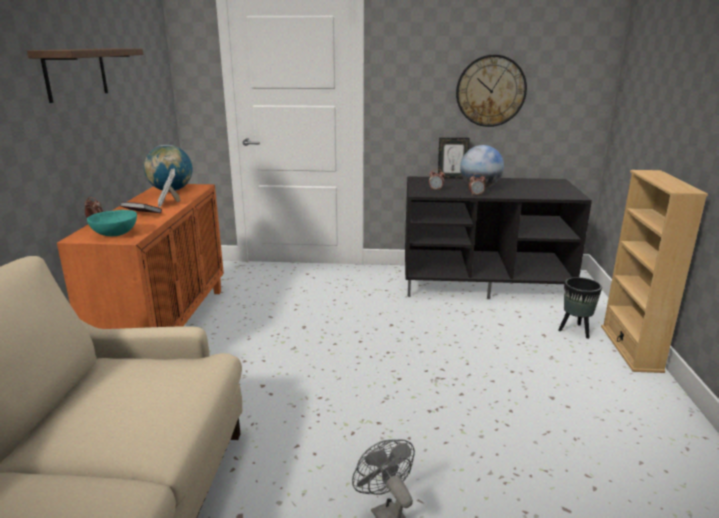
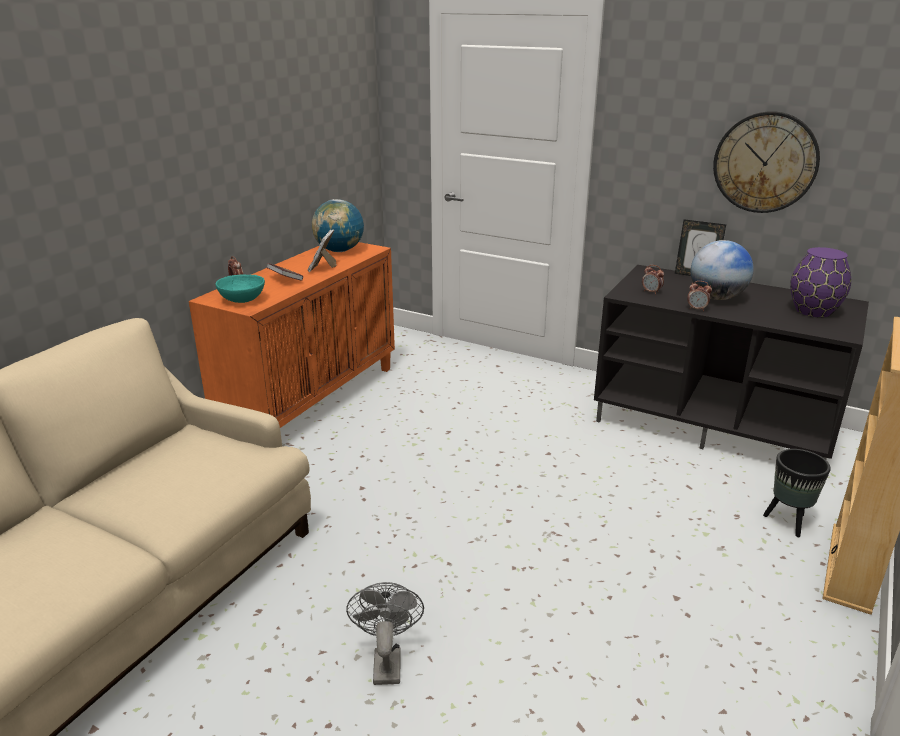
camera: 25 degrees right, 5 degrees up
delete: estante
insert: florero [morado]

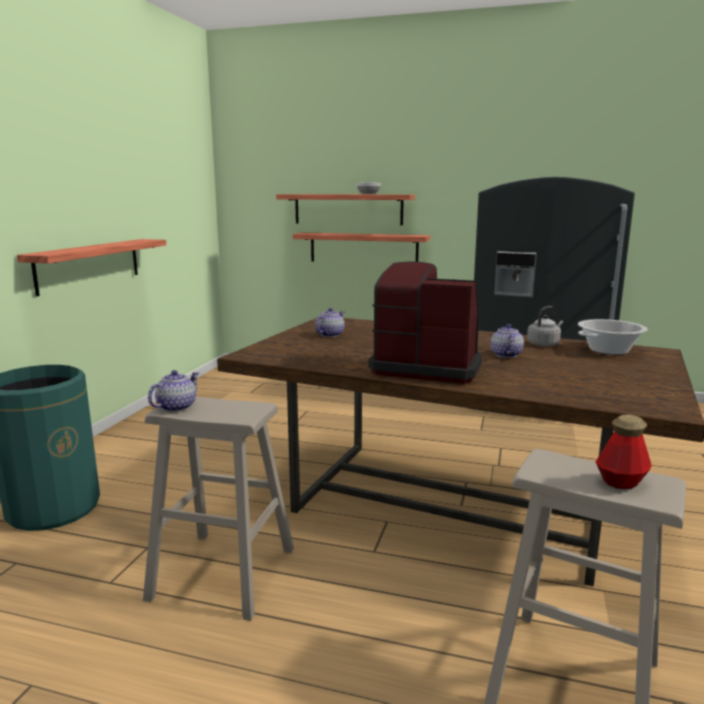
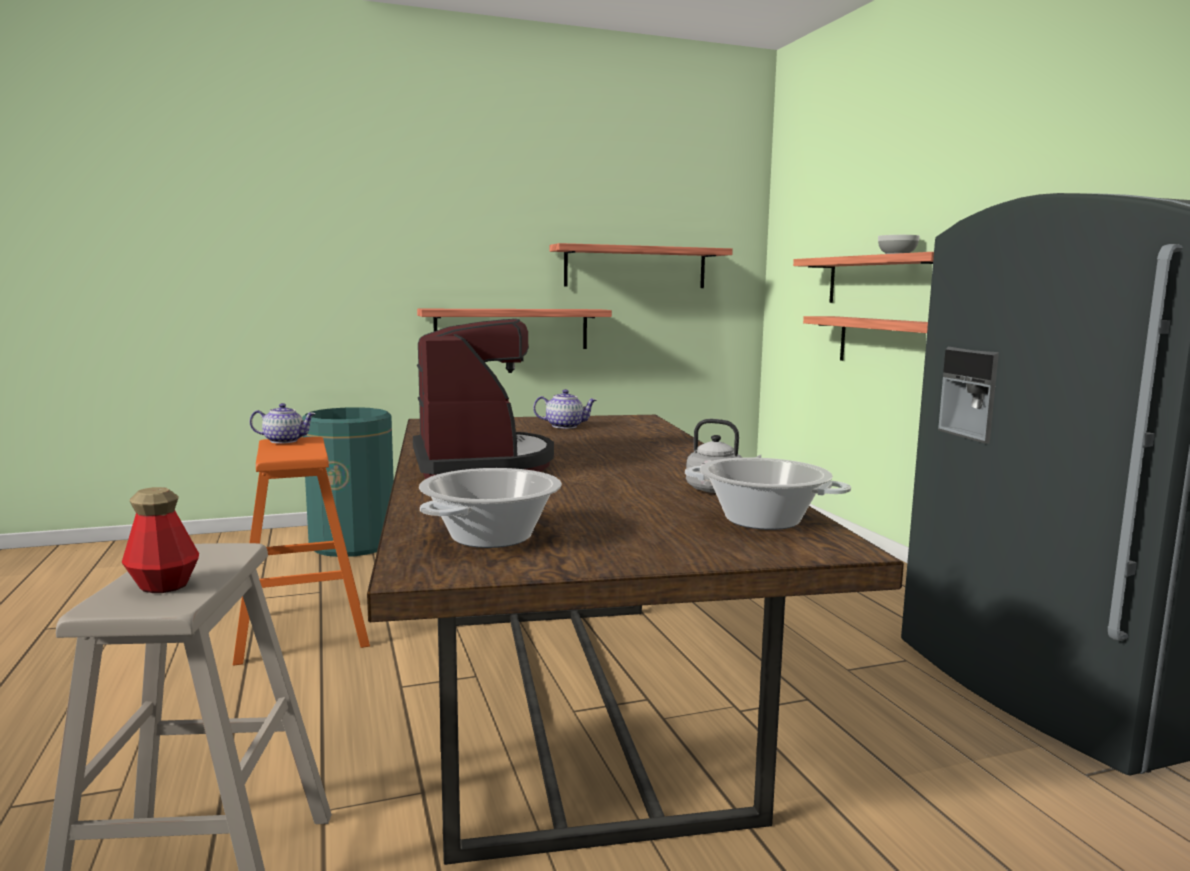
camera: 55 degrees right, 5 degrees down
delete: tetera (3rd from left)
insert: olla (1st from left); estante (2nd from left)
recolor: taburete [beis] (1st from left) to taburete [naranja]

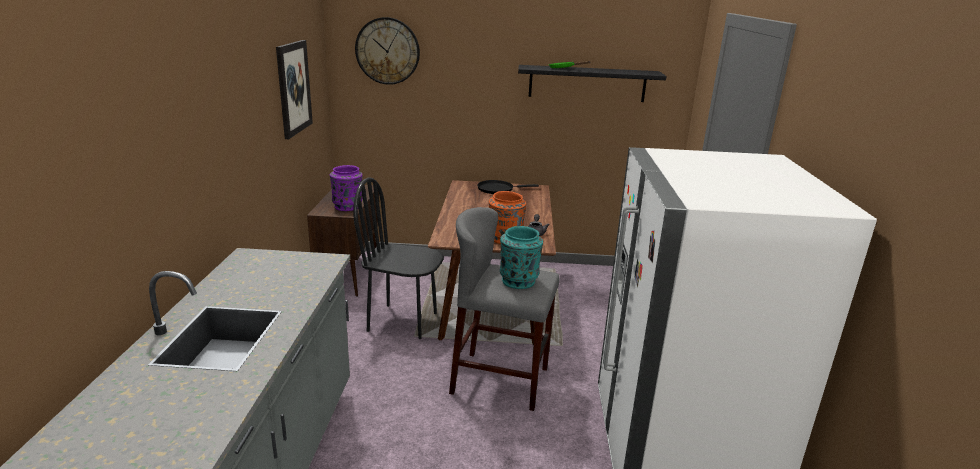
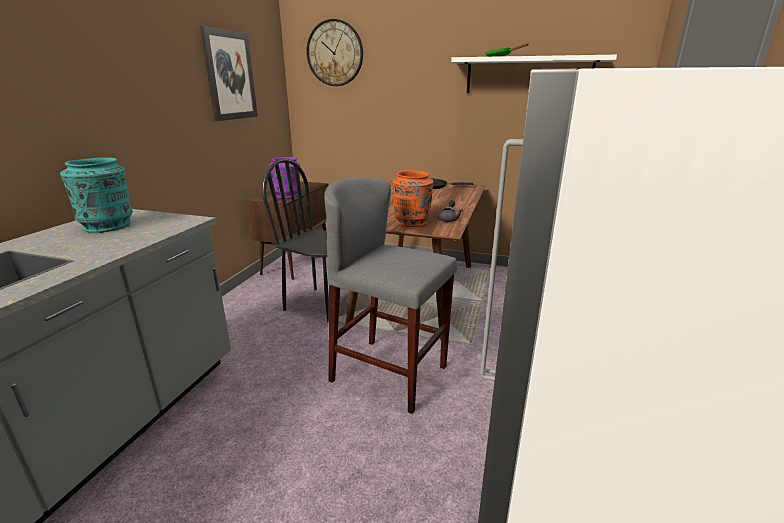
camera: 15 degrees right, 0 degrees up
move: florero [turquesa]
recolor: estante [negro] to estante [blanco]

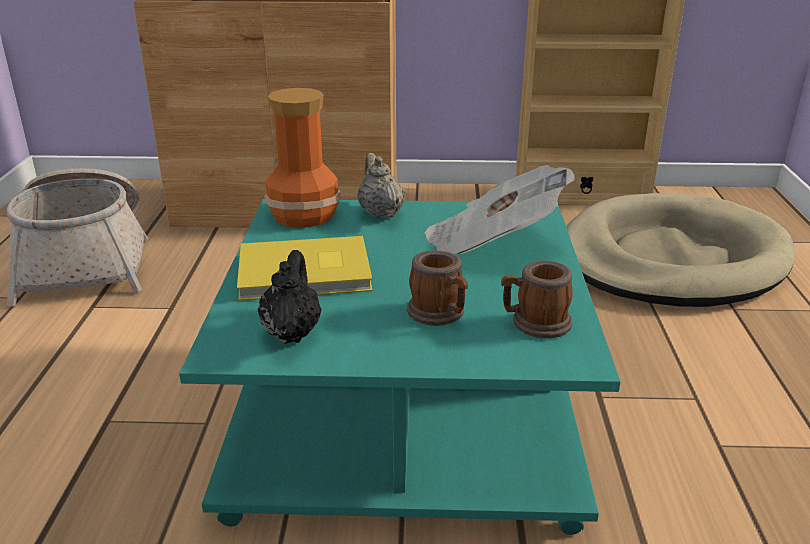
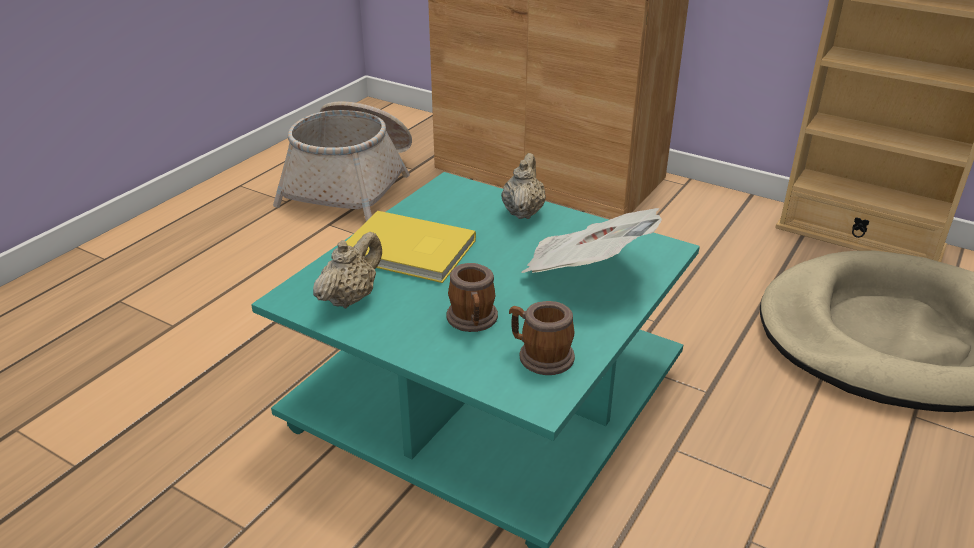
camera: 30 degrees right, 5 degrees up
delete: florero
recolor: tetera [negro] to tetera [beis] (1st from left)

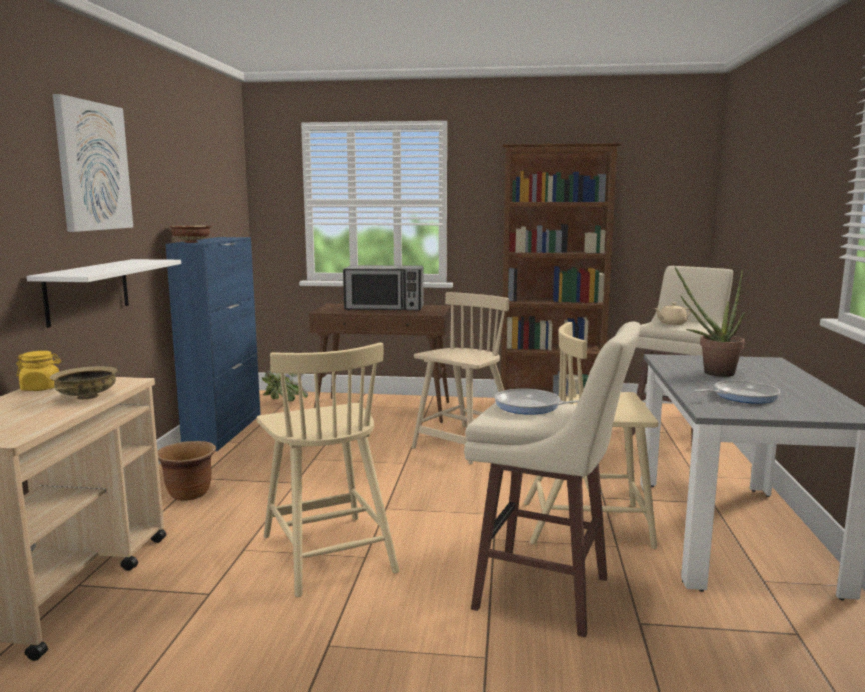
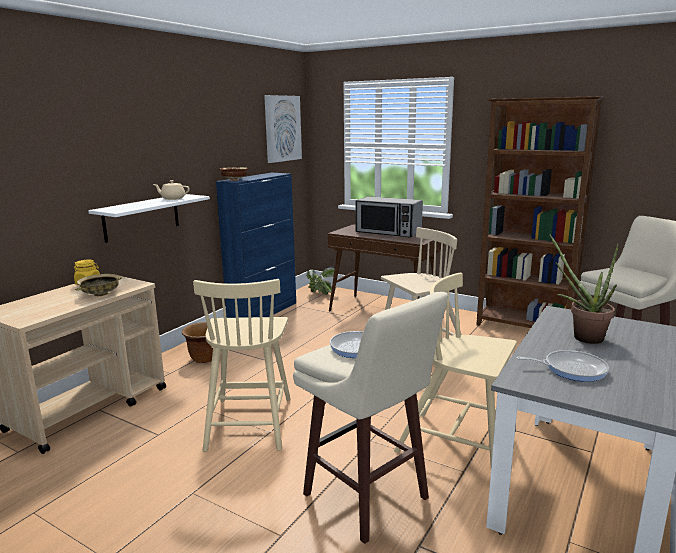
camera: 25 degrees right, 5 degrees up
move: tetera [beis]; cuadro

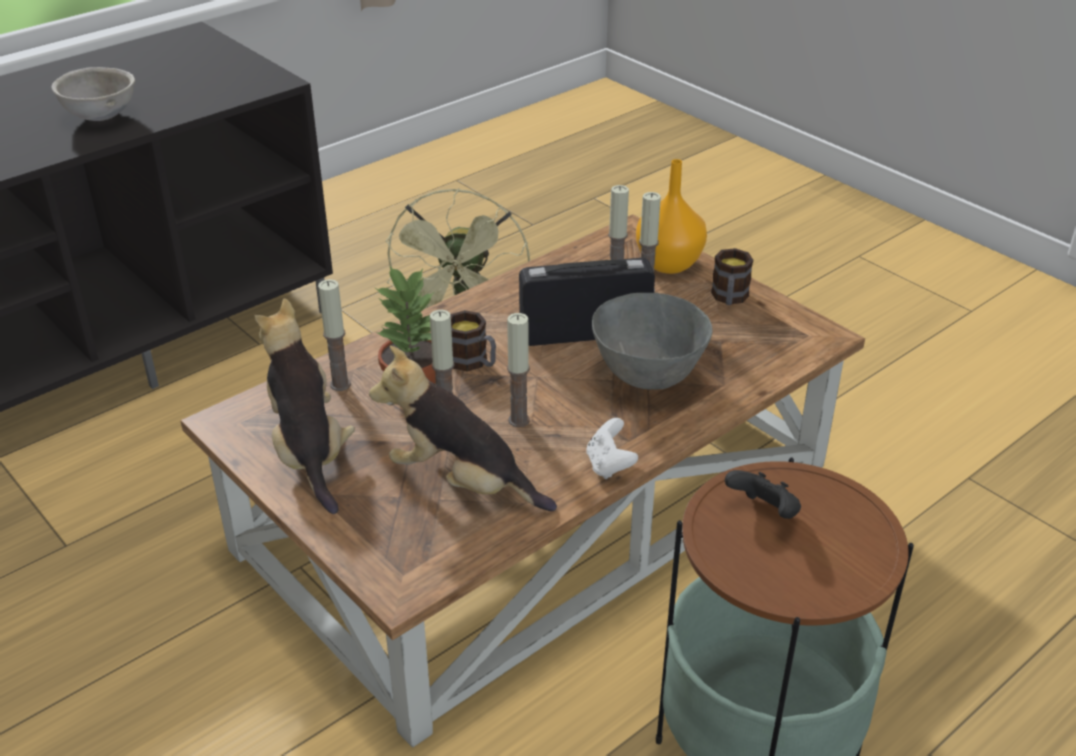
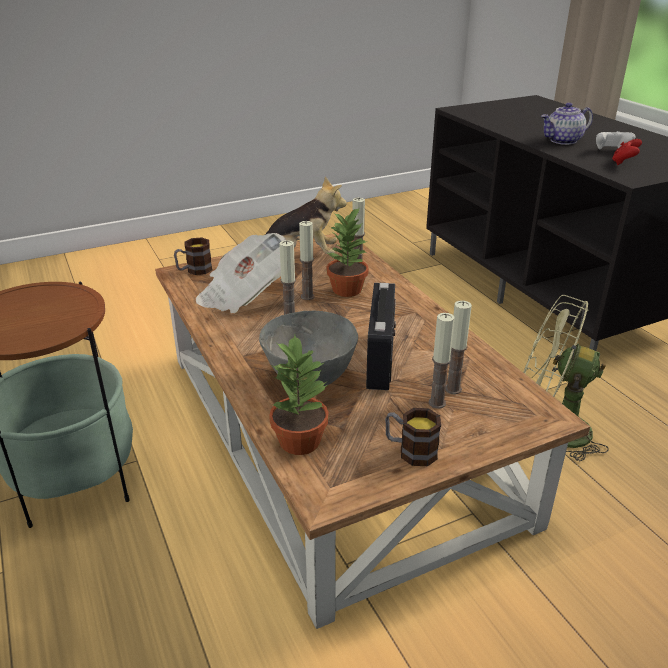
camera: 105 degrees right, 5 degrees down
delete: florero [naranja]; mando de consola [negro]
insert: planta en maceta (1st from left); mando de consola [rojo]
move: taza grande (1st from left); mando de consola [blanco]
replace: peluche (2nd from left) to periódico; cuenco [gris] (1st from left) to tetera

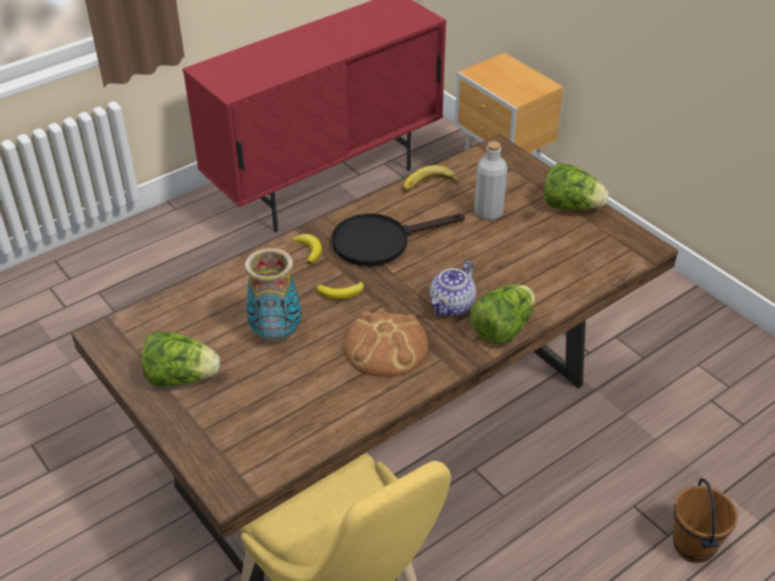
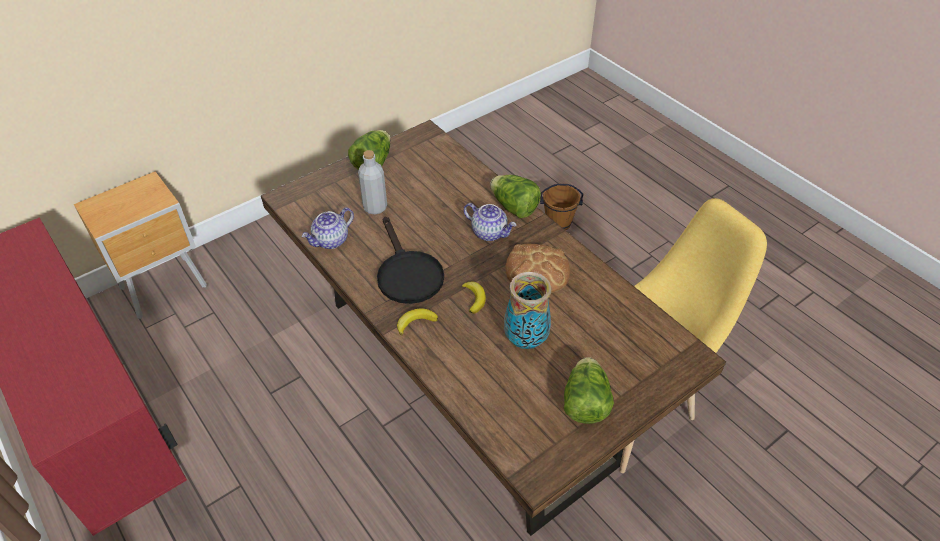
camera: 90 degrees left, 5 degrees up
replace: plátano (3rd from left) to tetera (1st from left)

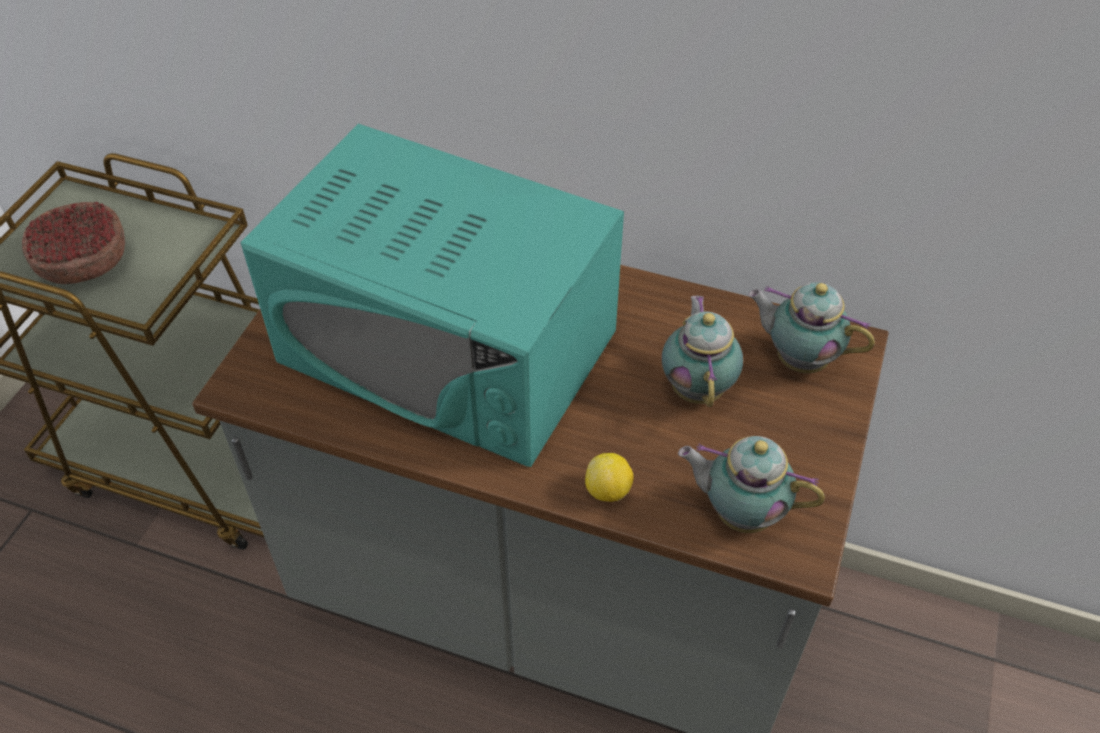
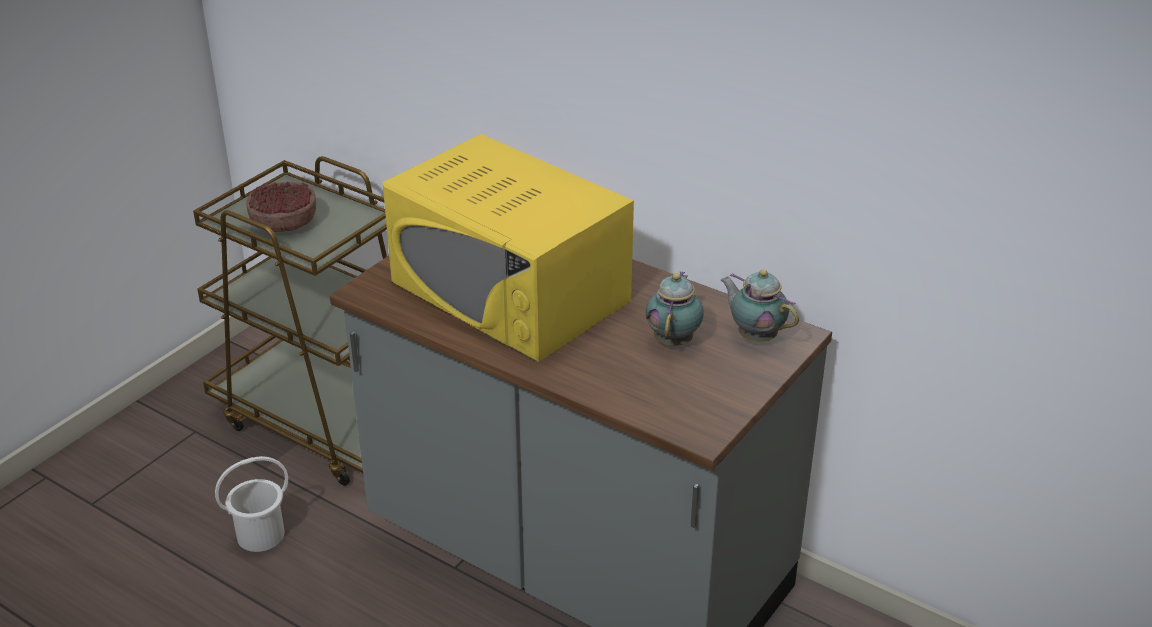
camera: 15 degrees right, 15 degrees down
delete: limón; tetera (2nd from left)
insert: cubo [blanco]
recolor: microondas [turquesa] to microondas [amarillo]

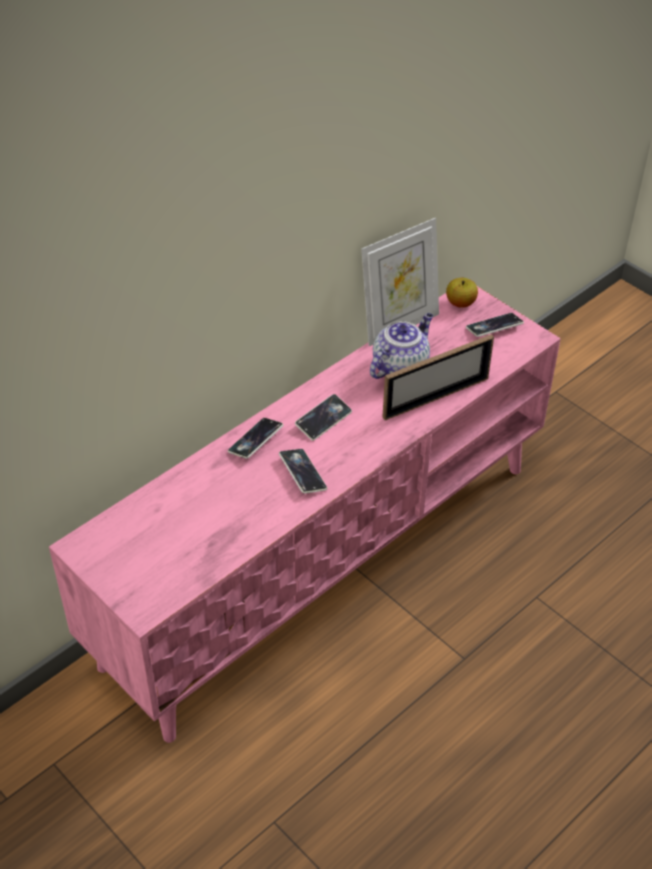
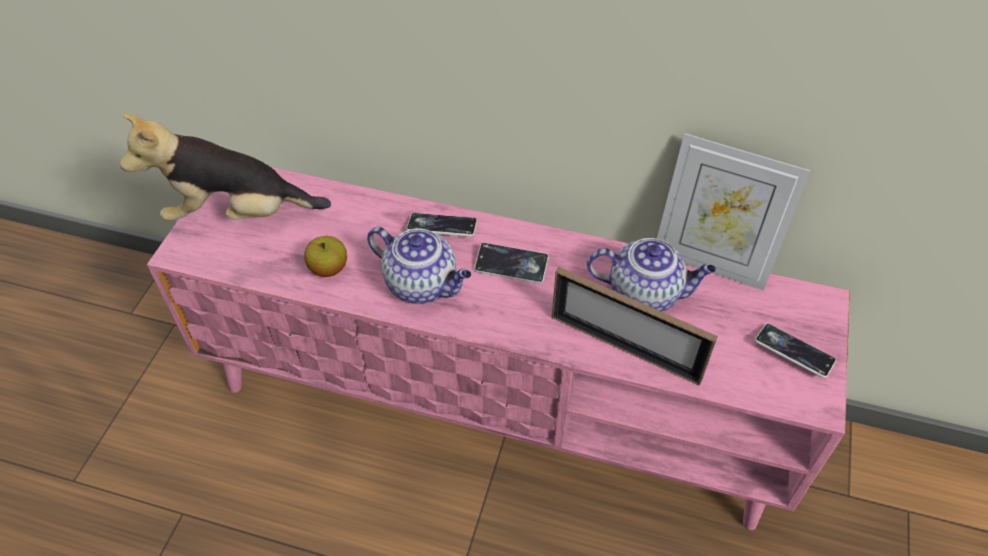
camera: 60 degrees right, 5 degrees up
insert: peluche
move: manzana
replace: móvil (2nd from left) to tetera (1st from left)

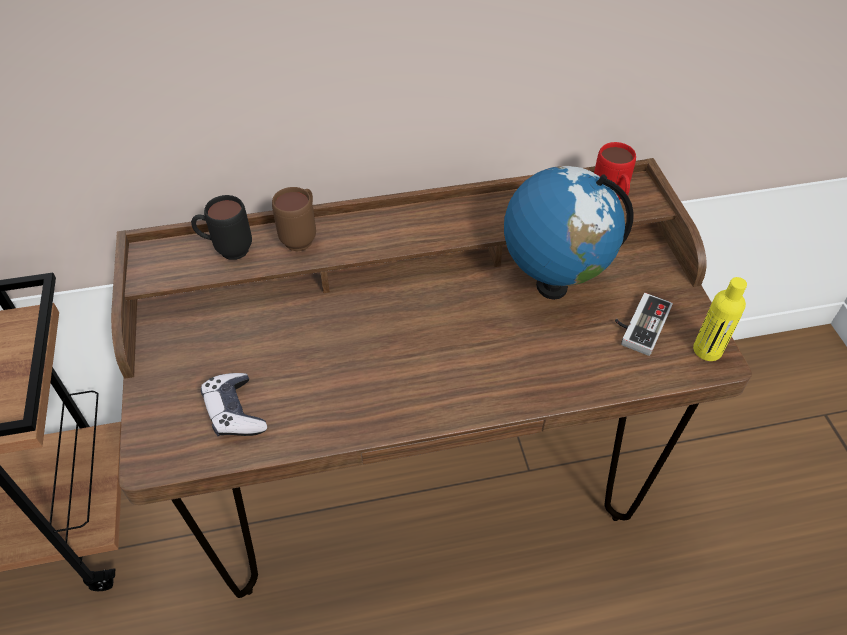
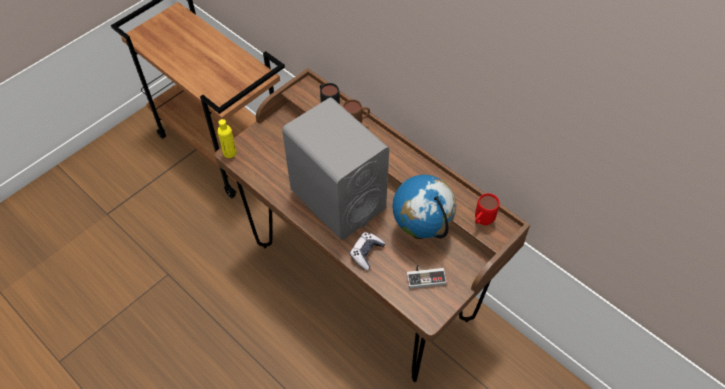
camera: 55 degrees right, 5 degrees up
insert: altavoz [gris]
move: botella [amarillo]; mando de consola (1st from left)

